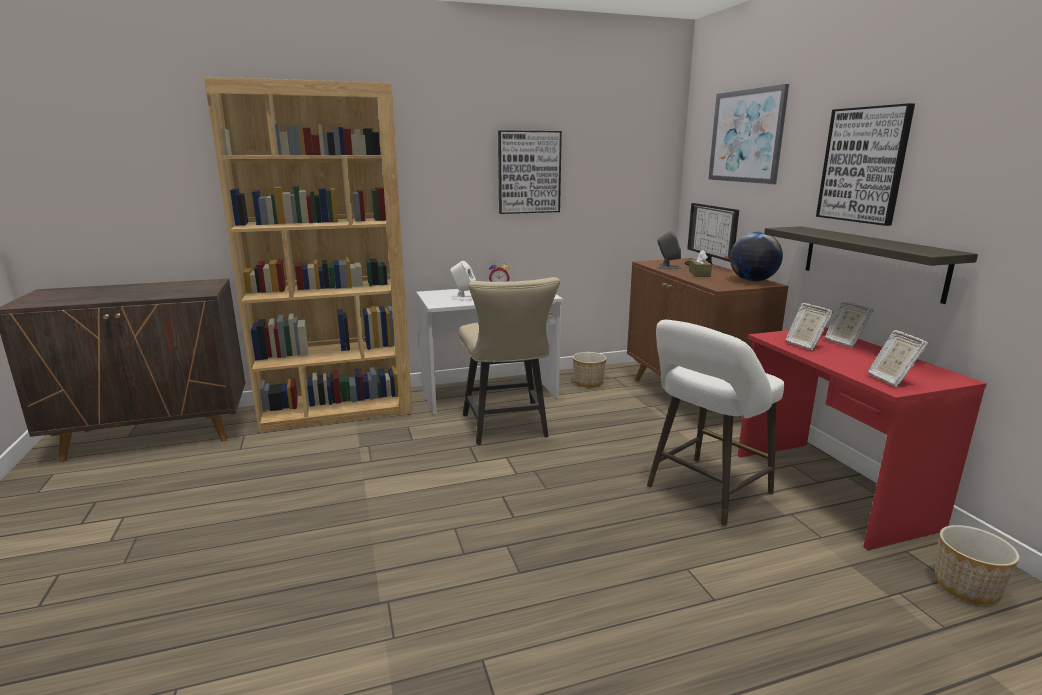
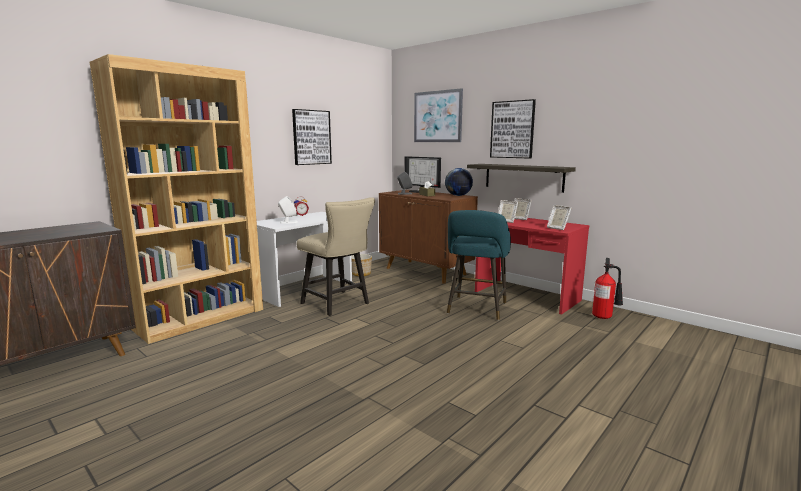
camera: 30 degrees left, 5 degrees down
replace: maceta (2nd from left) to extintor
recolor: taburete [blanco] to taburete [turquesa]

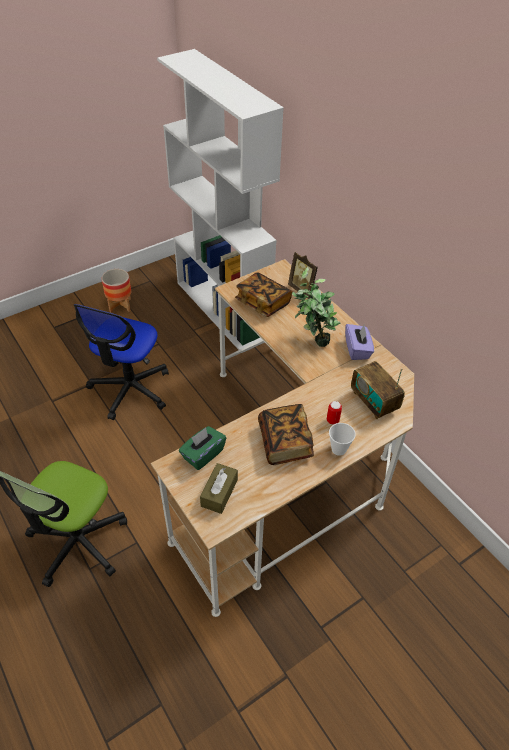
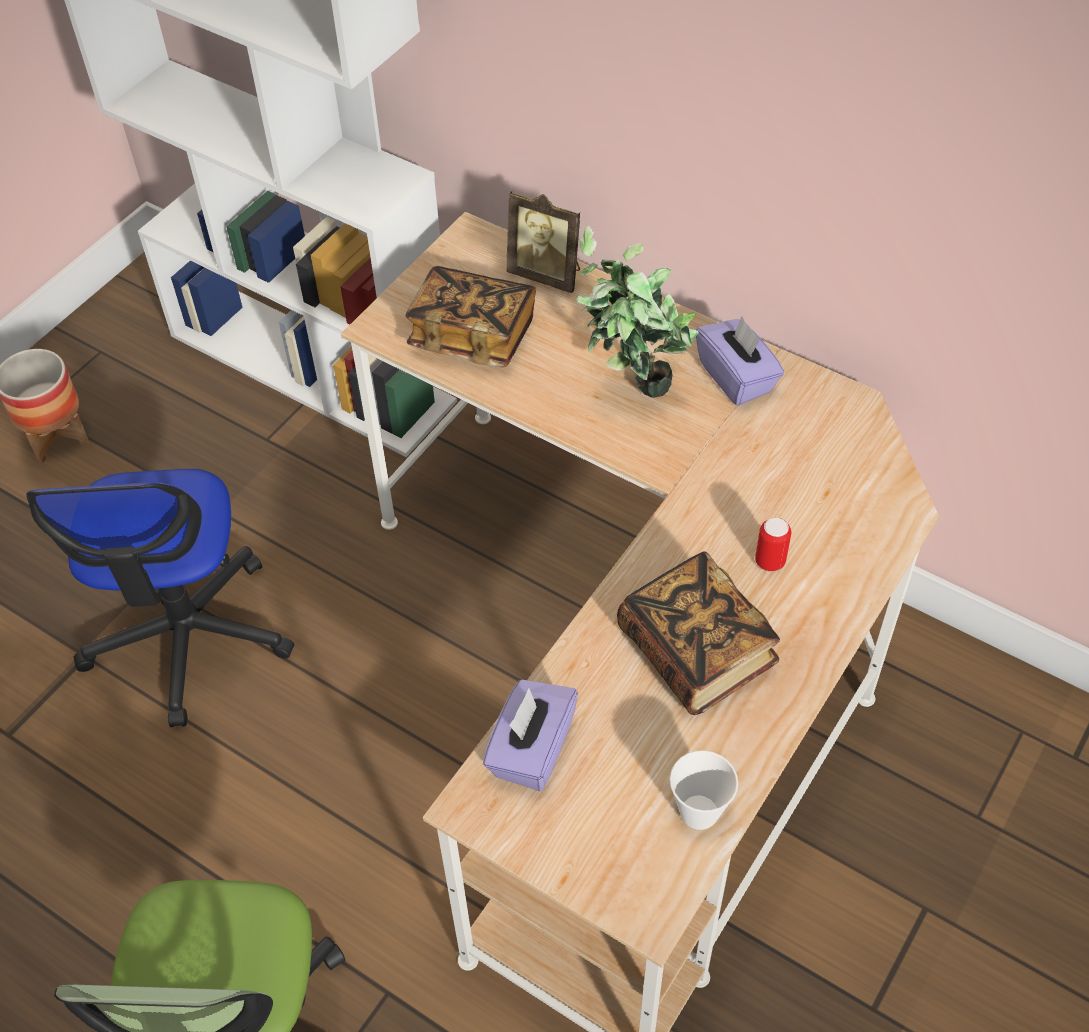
camera: 20 degrees left, 5 degrees up
delete: caja de pañuelos [marrón]; radio
move: taza
recolor: caja de pañuelos [verde] to caja de pañuelos [morado] (1st from left)

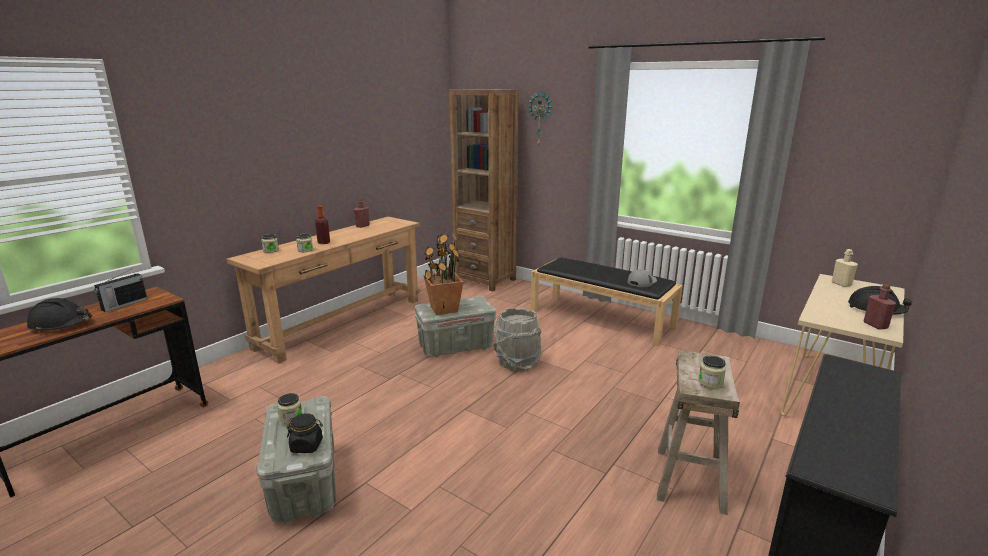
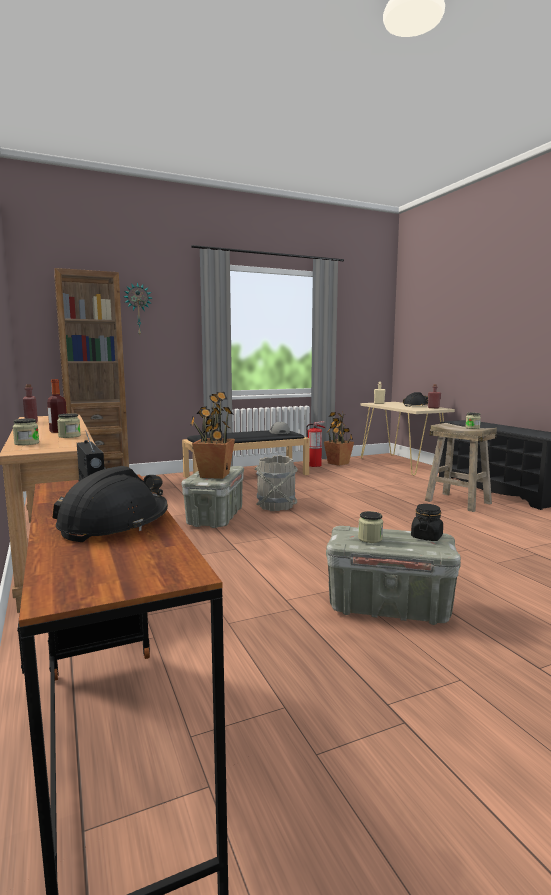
camera: 60 degrees left, 10 degrees down
insert: extintor; planta en maceta (2nd from left)

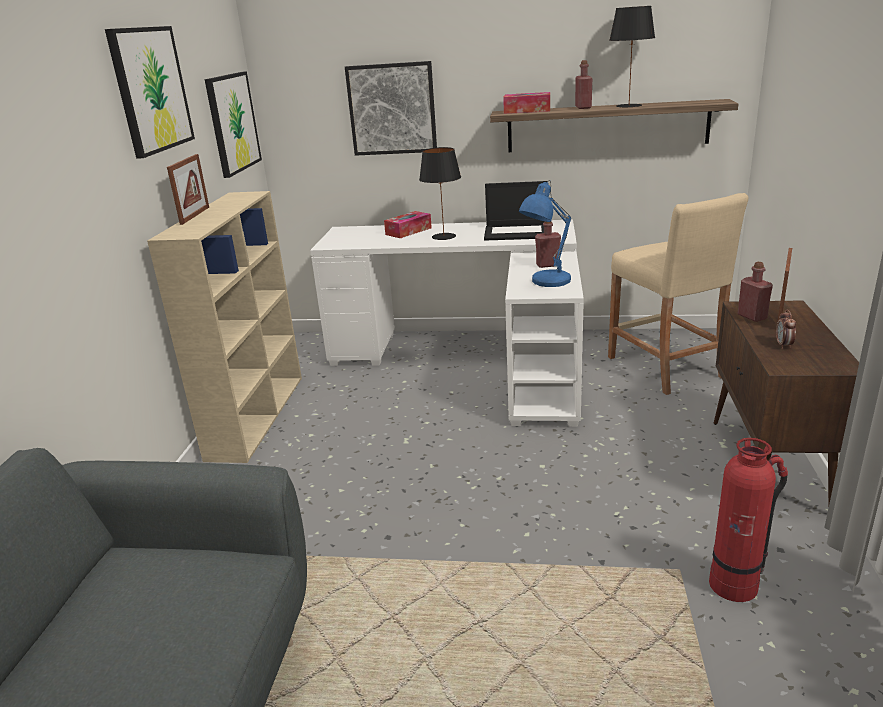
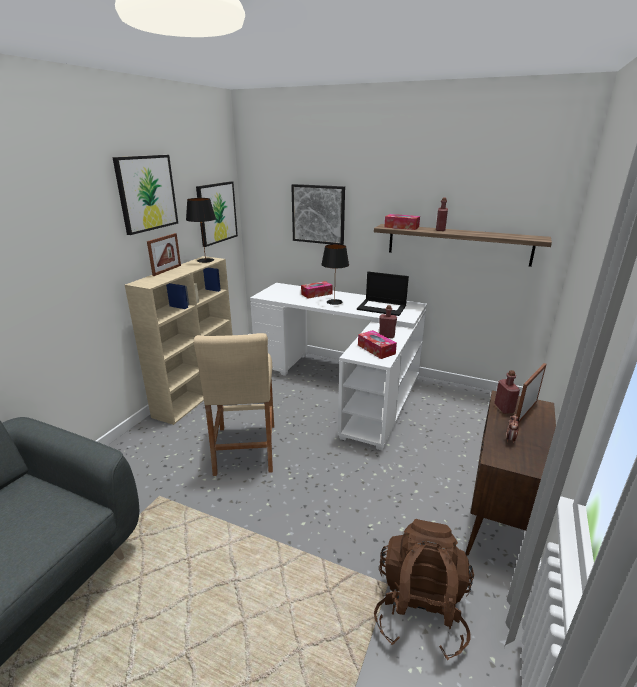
camera: 15 degrees right, 0 degrees up
move: lámpara de mesa [negro] (2nd from left in the first image) to lámpara de mesa [negro] (1st from left); taburete [beis]
replace: lámpara de mesa [azul] to caja de pañuelos (2nd from left); extintor to mochila [marrón]

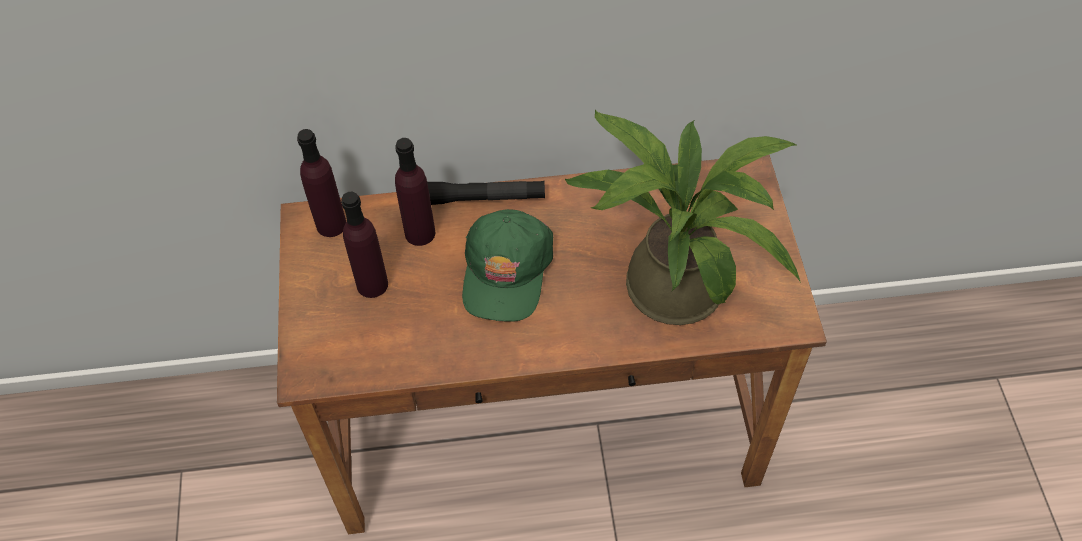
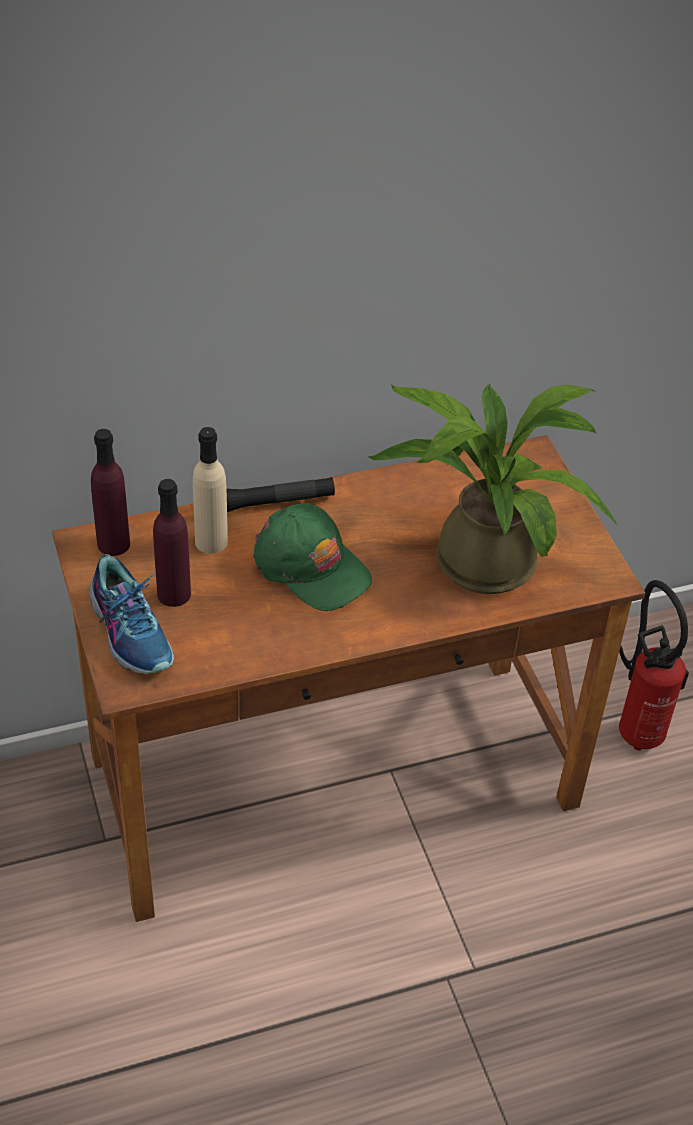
camera: 15 degrees left, 10 degrees down
insert: zapato; extintor
recolor: botella [morado] (3rd from left) to botella [beis]
rotate: gorra [verde] 45 degrees counterclockwise

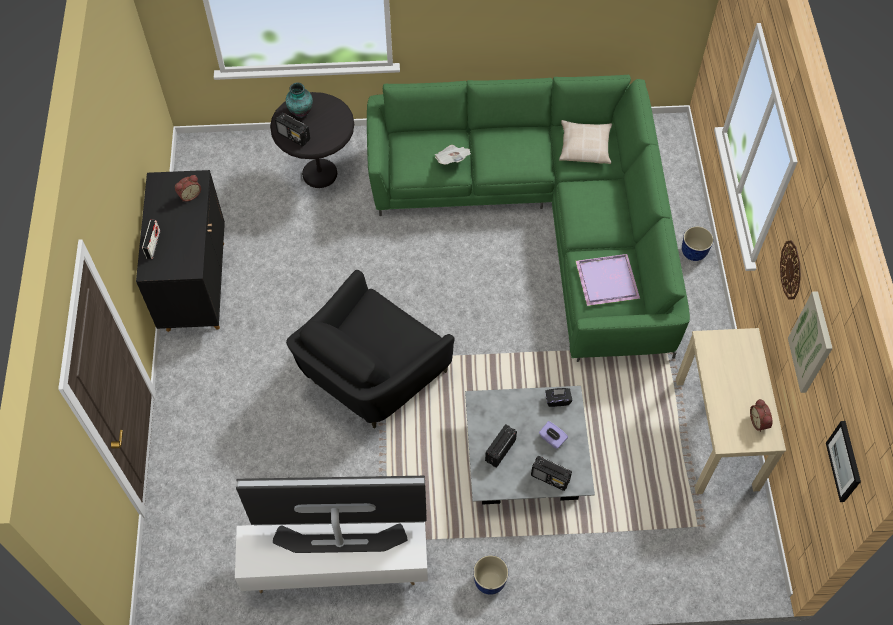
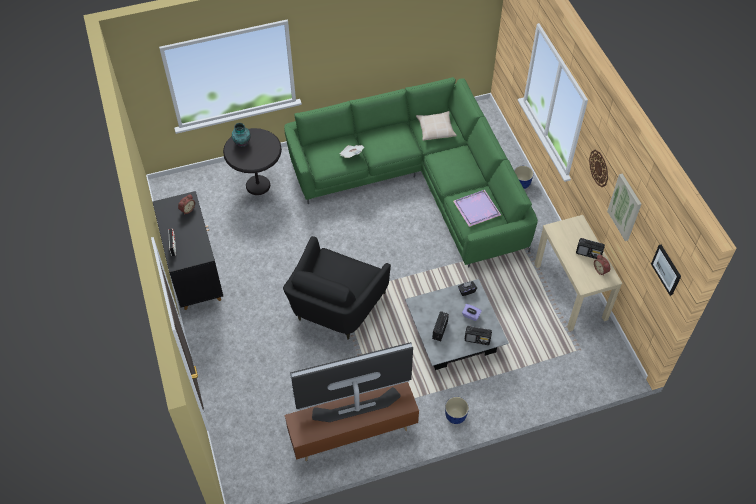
camera: 15 degrees left, 5 degrees down
move: radio (2nd from left in the first image) to radio (4th from left)
recolor: mueble de televisión [blanco] to mueble de televisión [marrón]

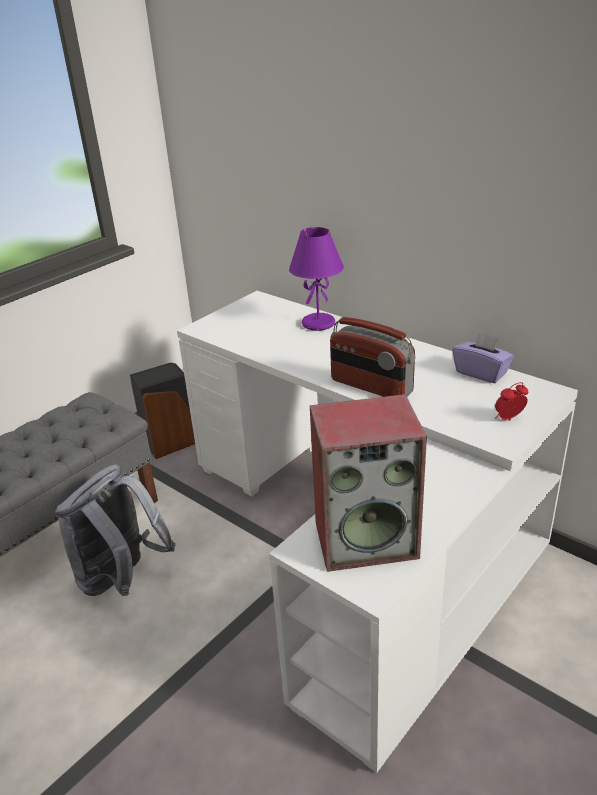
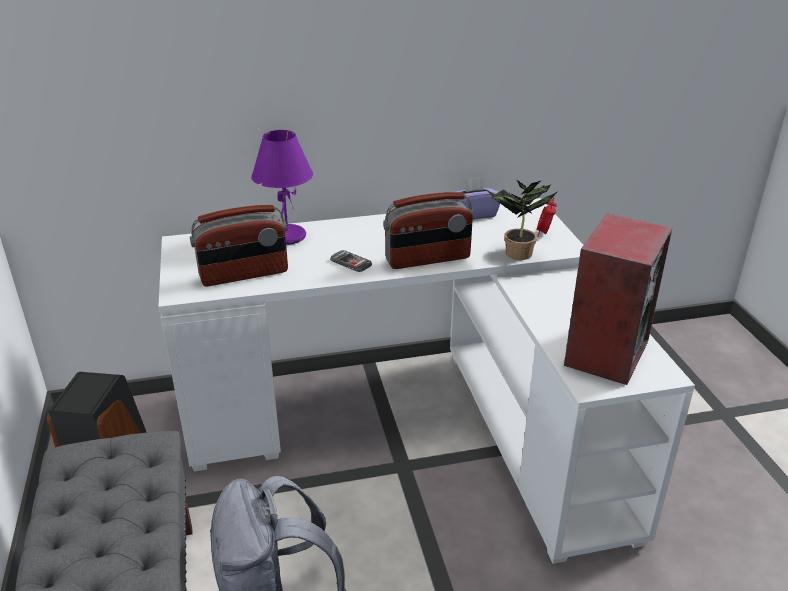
camera: 55 degrees left, 0 degrees up
insert: radio (1st from left); móvil; planta en maceta

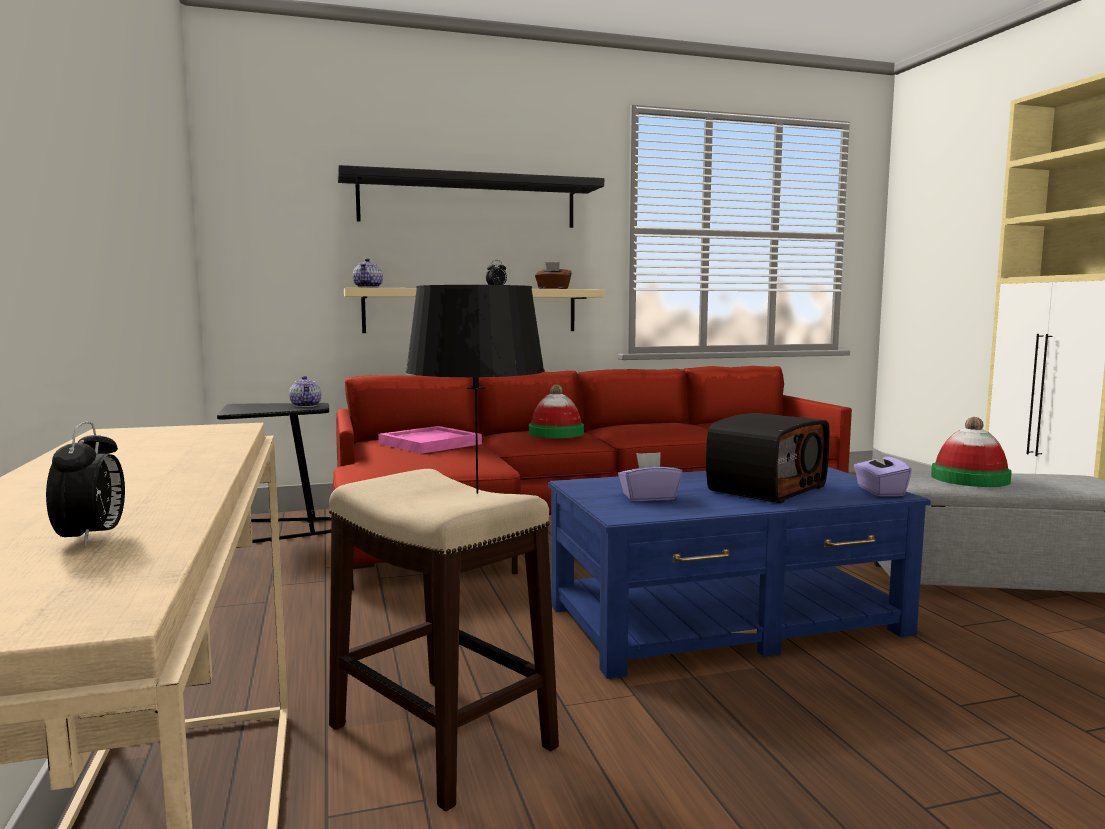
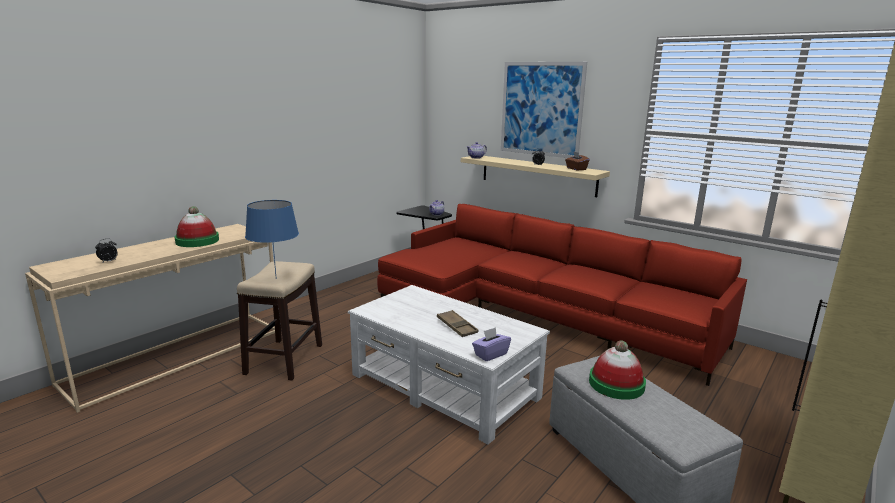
camera: 55 degrees right, 10 degrees up
delete: bandeja [rosa]; caja de pañuelos [morado] (1st from left)
move: sombrero (1st from left)
replace: radio to bandeja [marrón]; estante [negro] to cuadro
recolor: lámpara de mesa [negro] to lámpara de mesa [azul]; mesa de centro [azul] to mesa de centro [blanco]

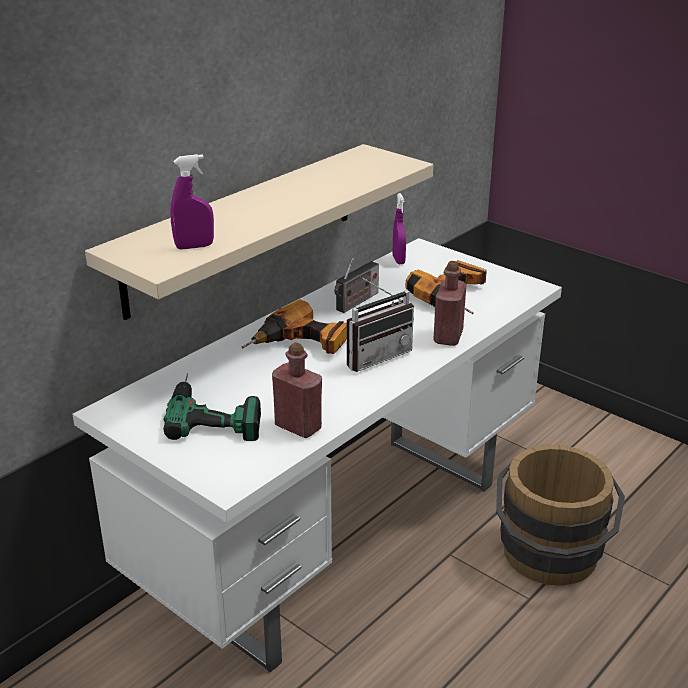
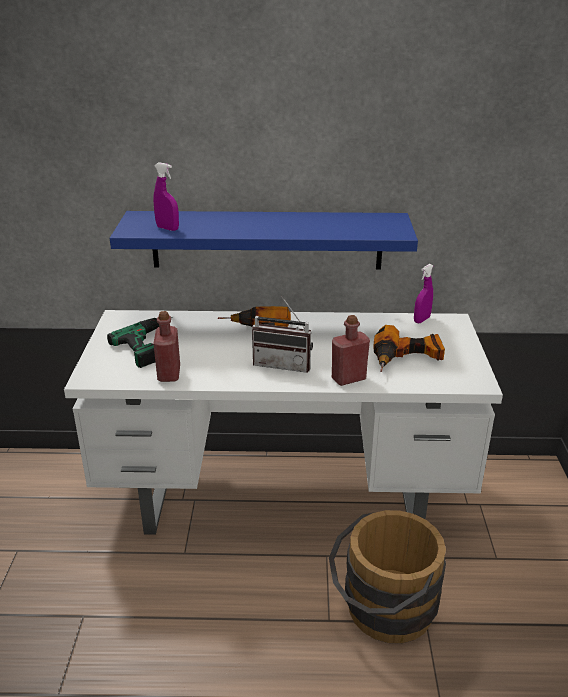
camera: 50 degrees right, 0 degrees up
delete: radio (1st from left)
recolor: estante [beis] to estante [azul]

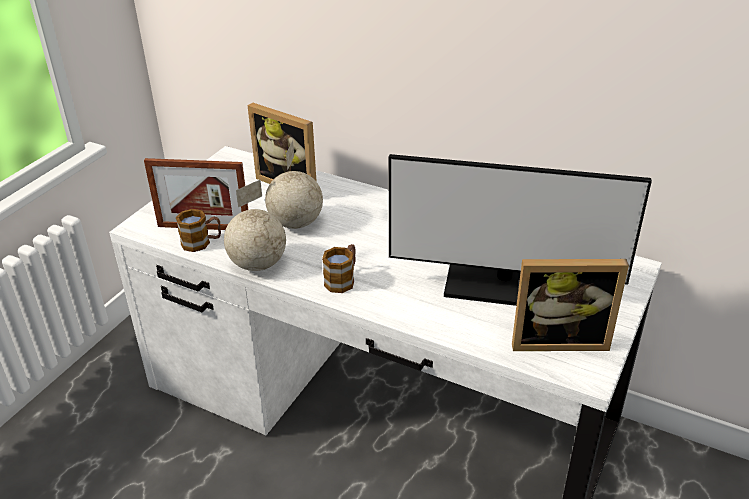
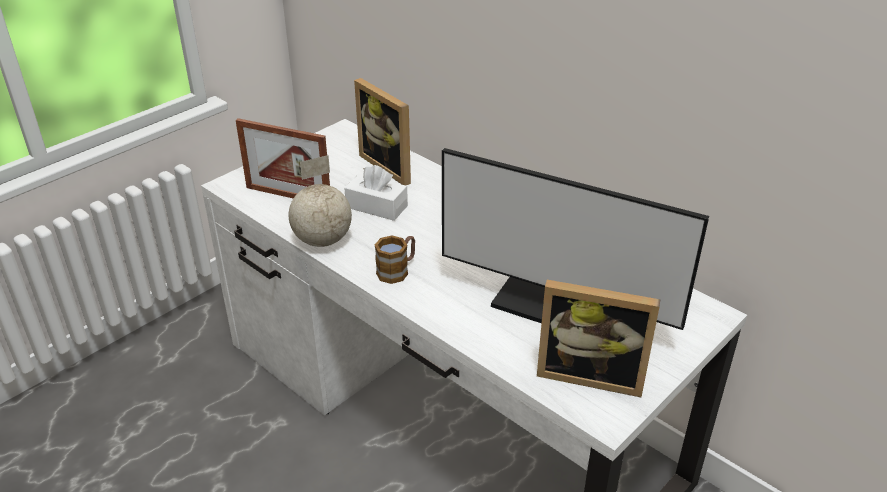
camera: 15 degrees right, 0 degrees up
delete: taza grande (1st from left)
replace: globo terráqueo (2nd from left) to caja de pañuelos [blanco]

